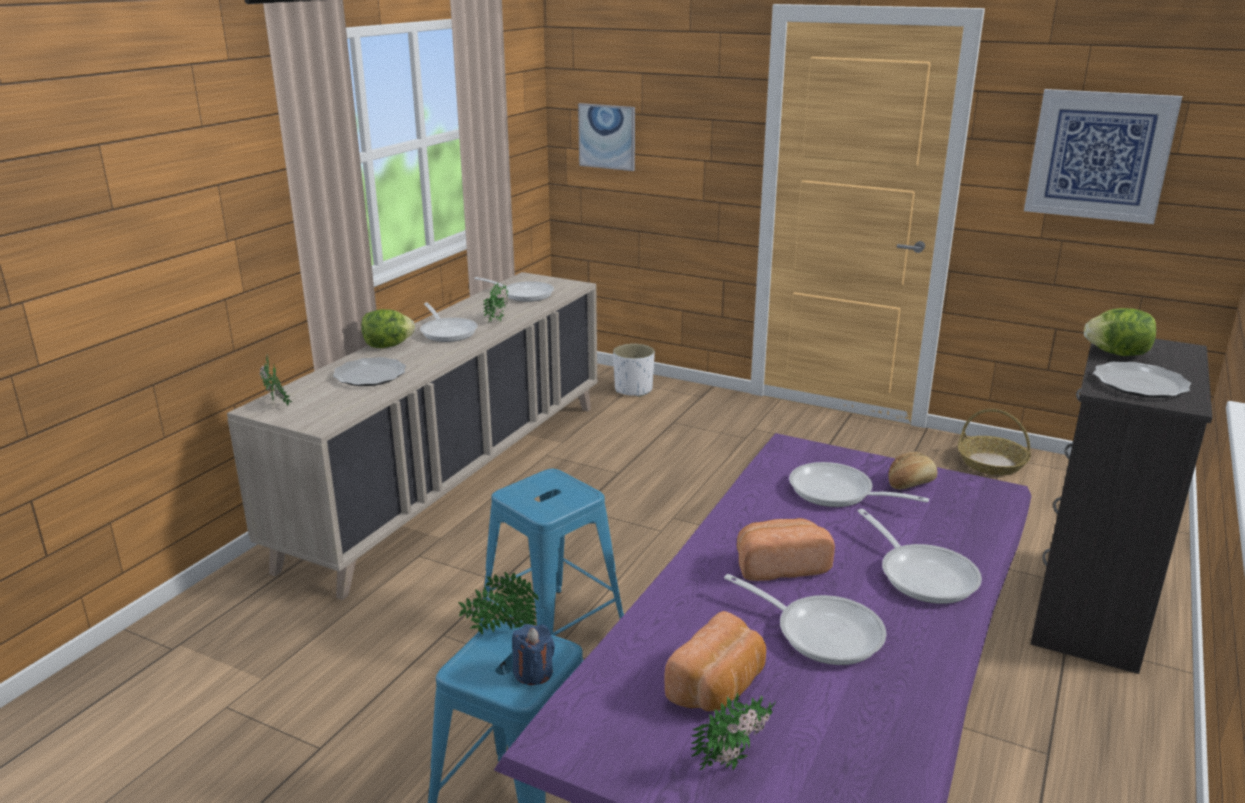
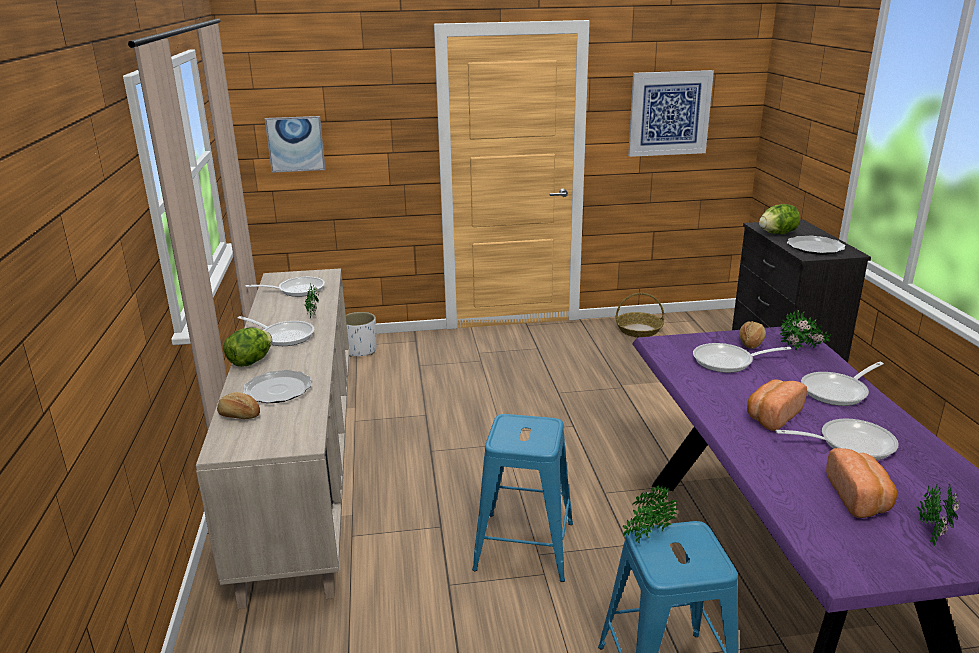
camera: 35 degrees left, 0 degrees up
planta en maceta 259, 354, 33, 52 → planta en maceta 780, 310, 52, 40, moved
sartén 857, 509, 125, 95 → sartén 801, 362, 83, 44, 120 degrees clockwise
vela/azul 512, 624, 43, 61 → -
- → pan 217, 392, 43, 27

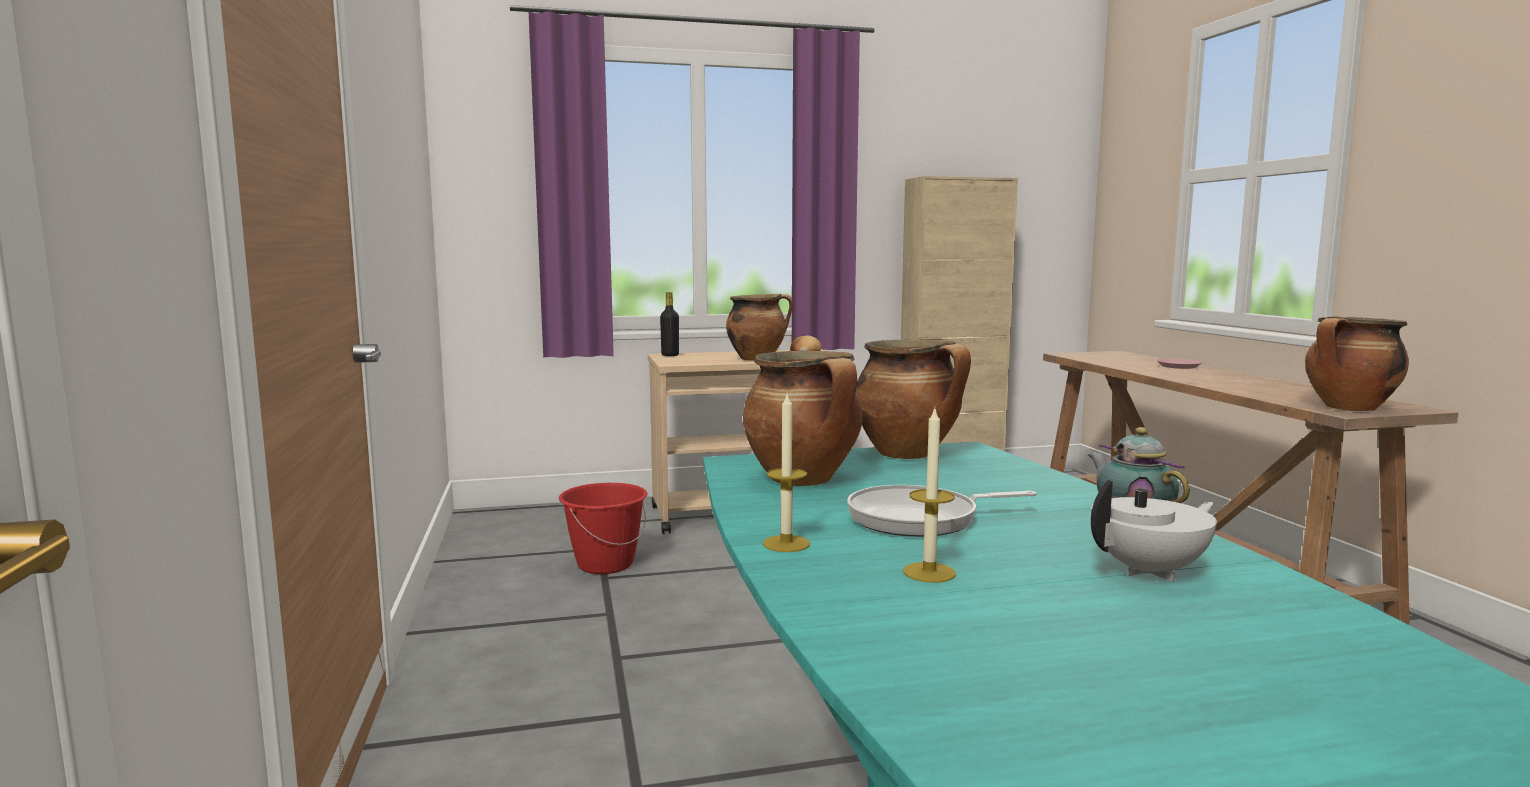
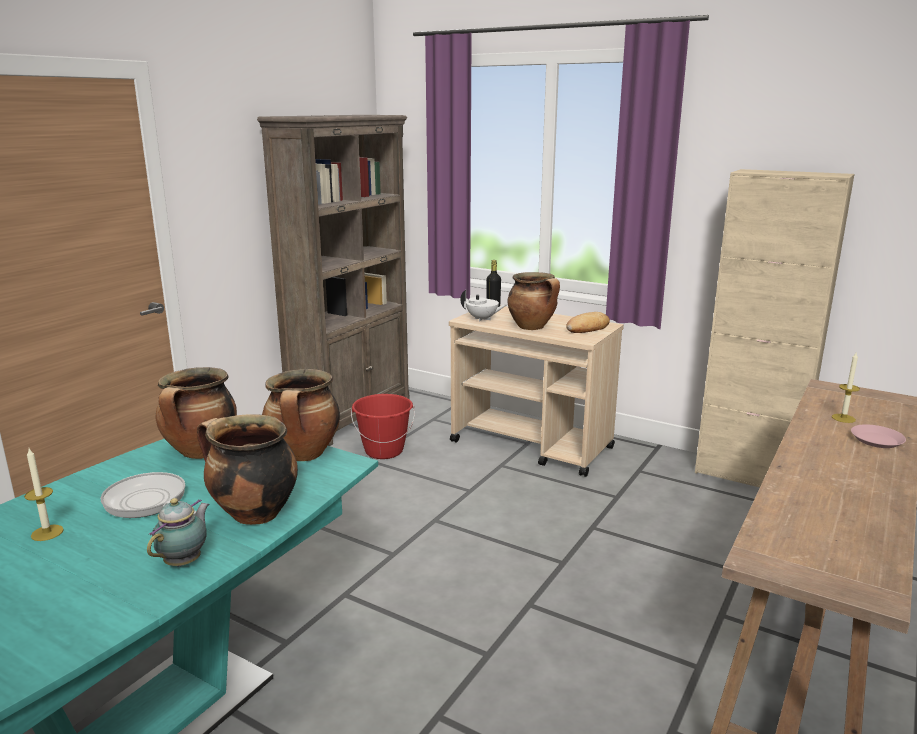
camera: 45 degrees right, 10 degrees up
olla 1305, 316, 104, 95 → olla 197, 414, 101, 111, moved
vela 763, 392, 47, 160 → vela 832, 353, 28, 70, moved
tetera/blanco 1091, 480, 126, 102 → tetera/blanco 460, 290, 47, 32, moved
- → estantería/marrón 257, 115, 152, 331

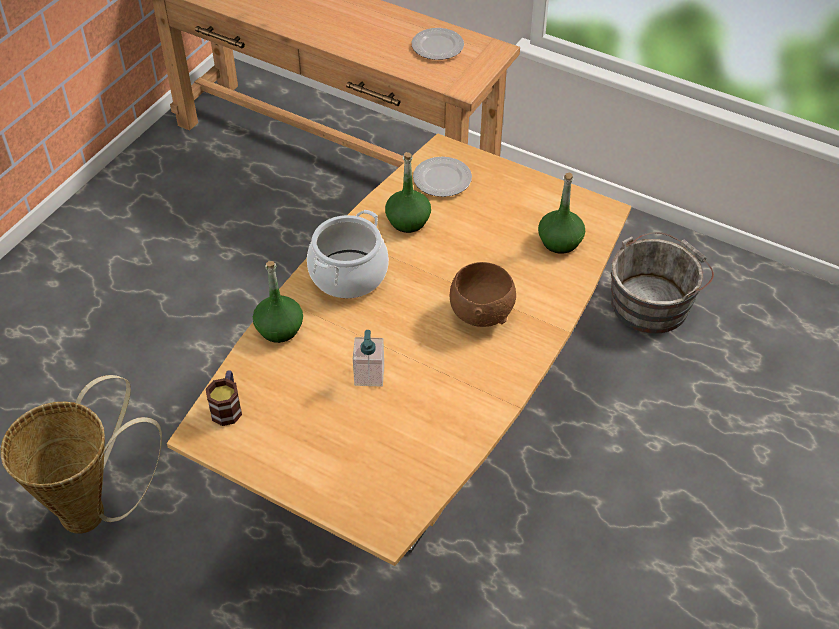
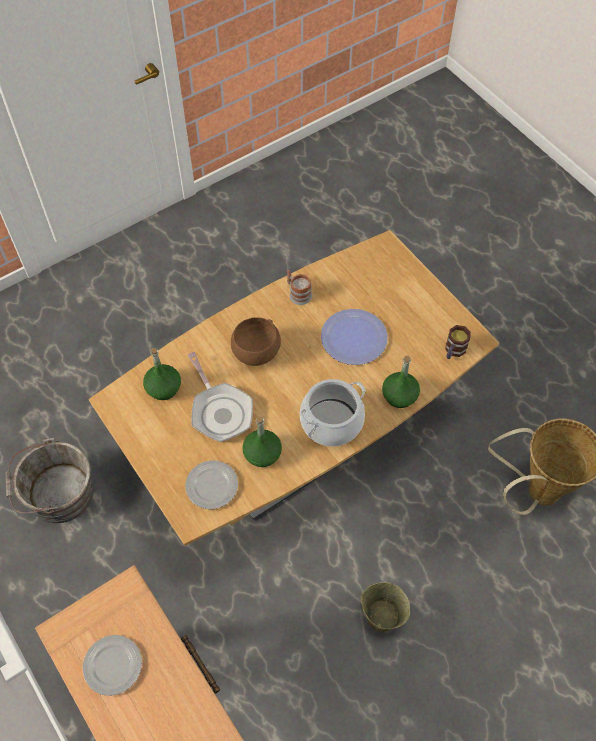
camera: 155 degrees left, 10 degrees up
dispensador de jabón 353, 330, 31, 57 → plato 321, 309, 67, 56
- → taza grande 287, 270, 25, 35
- → sartén 187, 352, 66, 90
- → cubo/beis 361, 582, 49, 50

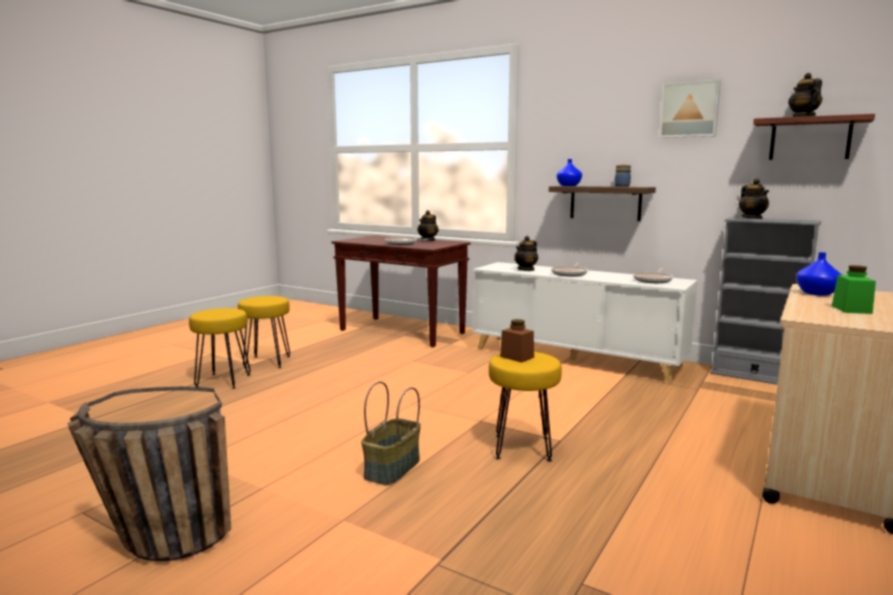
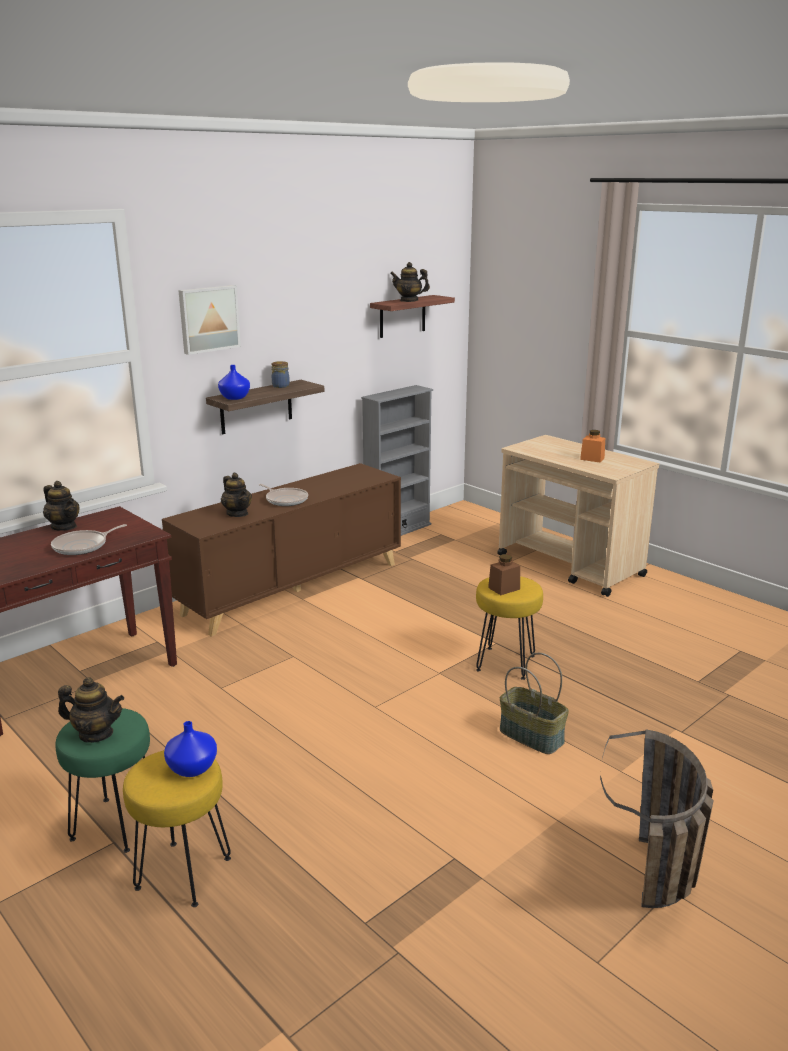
camera: 75 degrees left, 10 degrees up
cuadro 659, 79, 62, 59 → cuadro 178, 285, 63, 70, moved
tetera 739, 179, 30, 40 → tetera 58, 677, 66, 66, moved
florero/azul 796, 252, 46, 44 → florero/azul 164, 721, 53, 56, moved
armario/blanco 472, 262, 226, 122 → armario/marrón 162, 463, 239, 174
tarro/verde 832, 265, 44, 49 → tarro/naranja 580, 430, 25, 32
sartén 633, 268, 40, 15 → -
taburete/amarillo 238, 296, 52, 72 → taburete/verde 55, 708, 95, 145

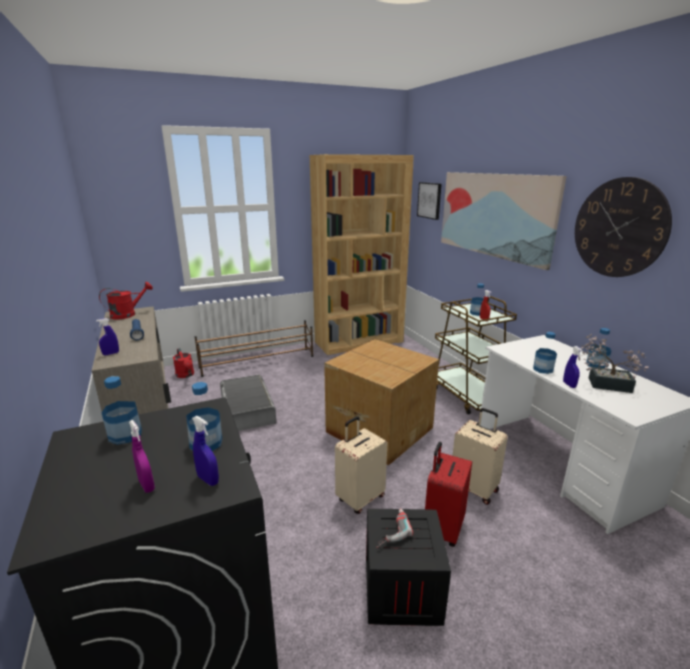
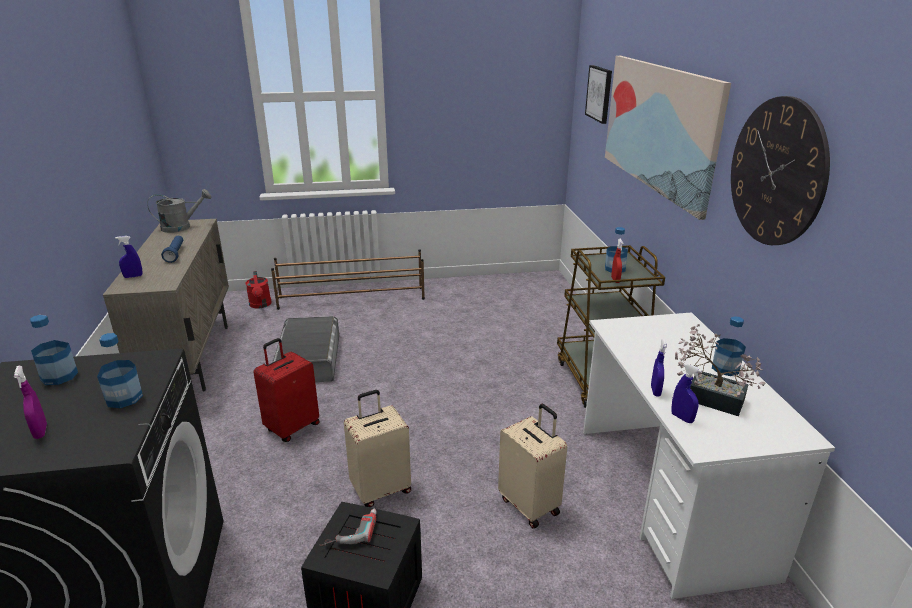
camera: 15 degrees right, 5 degrees up
estantería/marrón 309, 154, 105, 201 → -
regadera/rojo 99, 282, 54, 37 → regadera/gris 147, 189, 65, 44
botella 533, 332, 24, 42 → -
caja de cartón 324, 339, 115, 127 → -
pulverizador/azul 192, 416, 27, 70 → pulverizador/azul 671, 364, 31, 59, moved
maleta/rojo 425, 442, 47, 105 → maleta/rojo 253, 338, 67, 104, moved

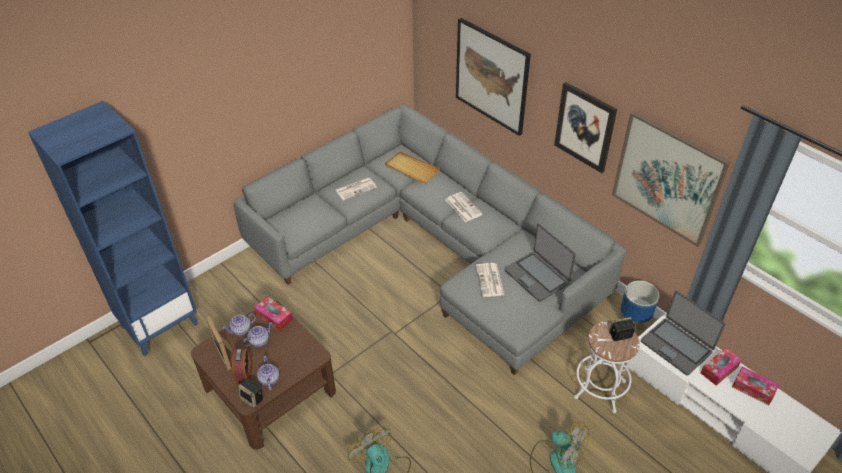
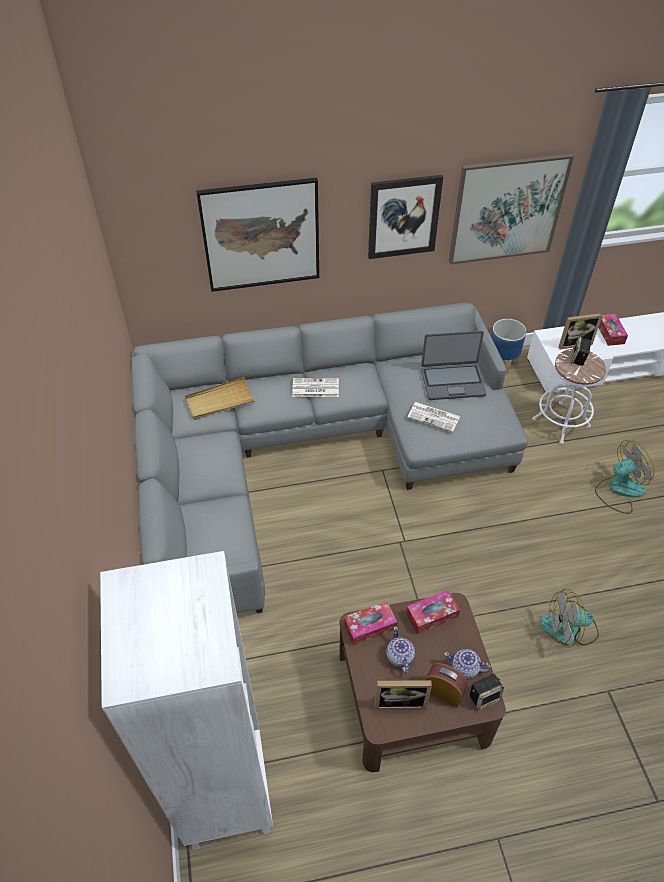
camera: 60 degrees left, 5 degrees up
estantería/azul 28, 101, 170, 255 → estantería/blanco 100, 551, 173, 299
periódico 336, 178, 41, 22 → -
portátil 641, 291, 84, 85 → portarretratos 559, 313, 44, 36
tetera 222, 313, 34, 23 → -
caja de pañuelos 732, 367, 47, 38 → caja de pañuelos 406, 590, 54, 44, moved

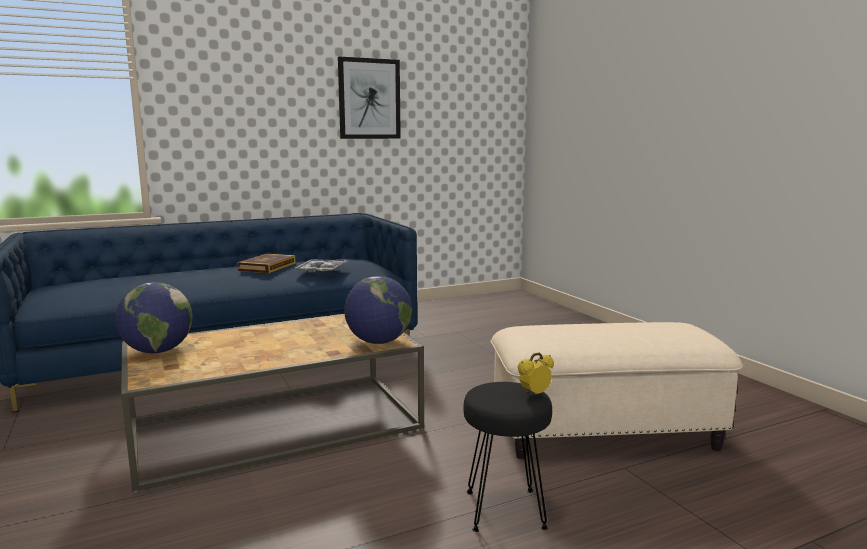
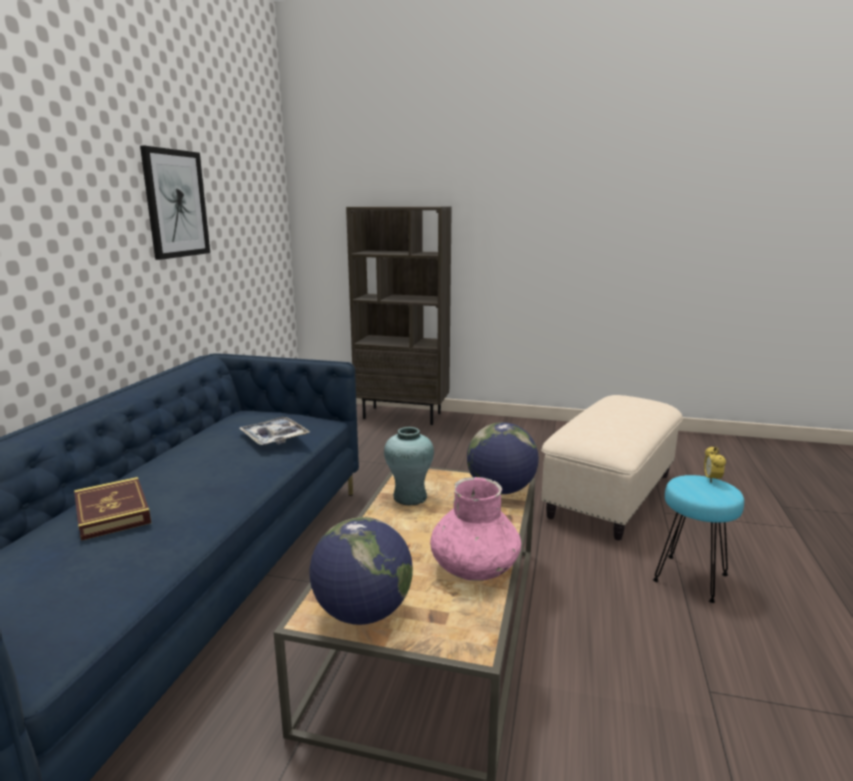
camera: 50 degrees left, 5 degrees up
libro 237, 254, 59, 19 → libro 74, 477, 77, 64, moved
taburete/negro 463, 382, 89, 150 → taburete/turquesa 653, 475, 91, 128
- → estantería/marrón 346, 206, 106, 219
- → florero/turquesa 384, 427, 50, 78
- → florero/rosa 430, 477, 91, 104

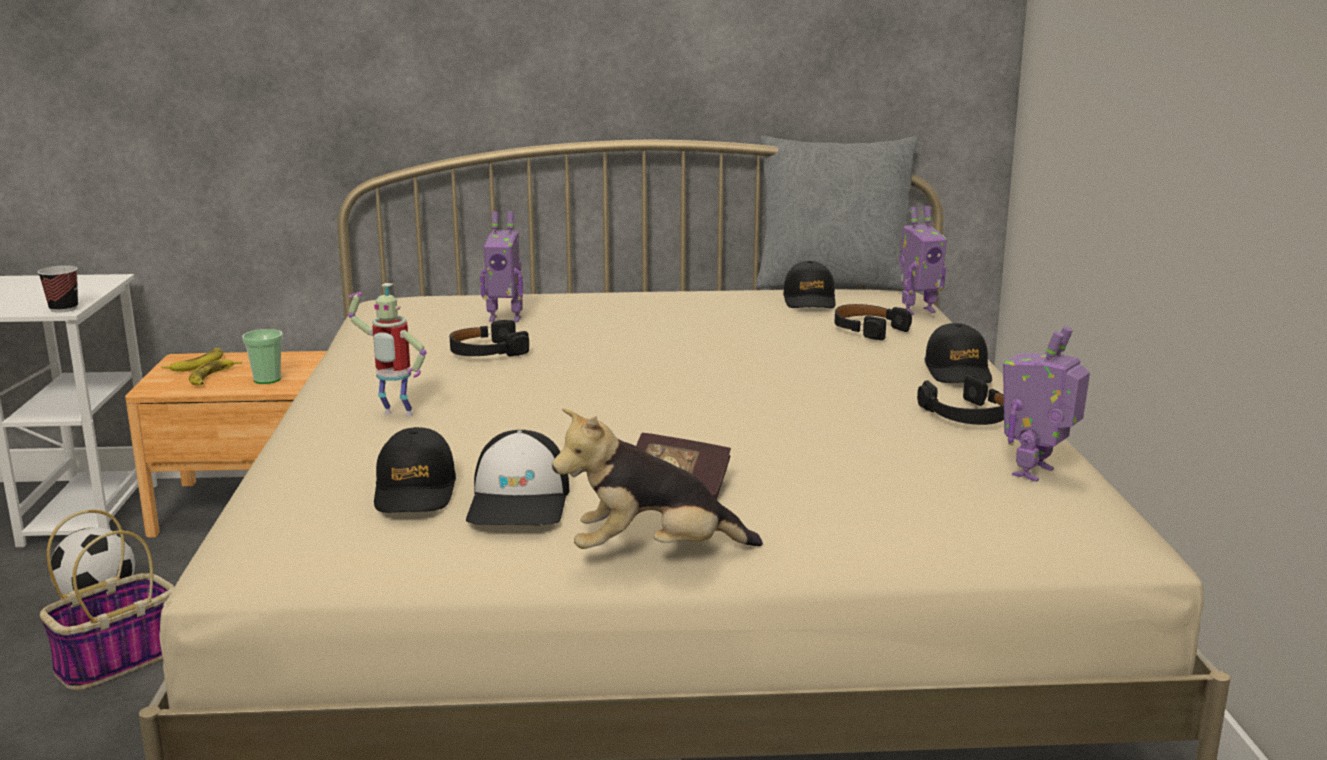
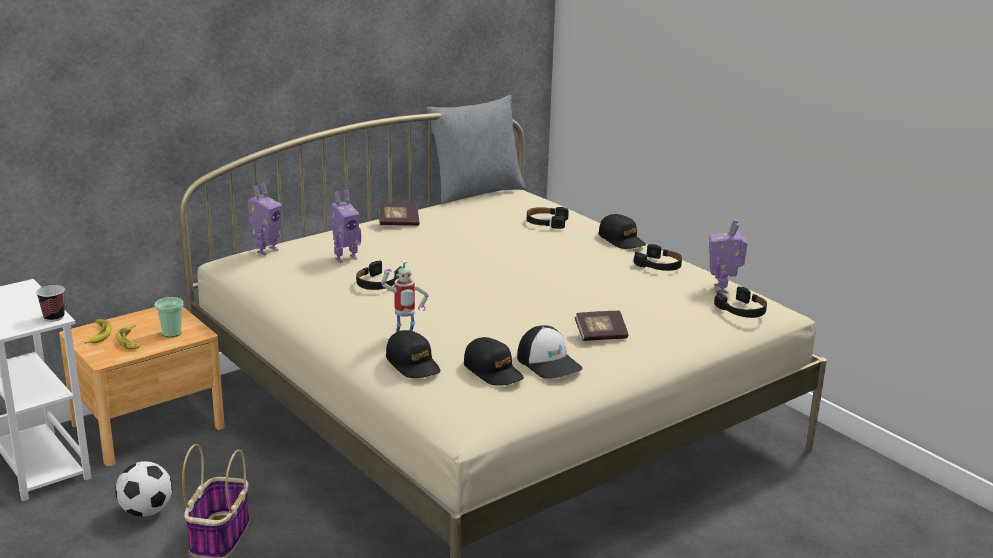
camera: 35 degrees left, 5 degrees up
robot de juguete 899, 206, 48, 109 → robot de juguete 248, 183, 34, 73, moved
gorra/negro 783, 261, 53, 47 → gorra/negro 386, 330, 54, 48, moved
peluche 552, 408, 211, 141 → -
- → libro 378, 203, 41, 23
- → auriculares/negro 714, 286, 53, 32

